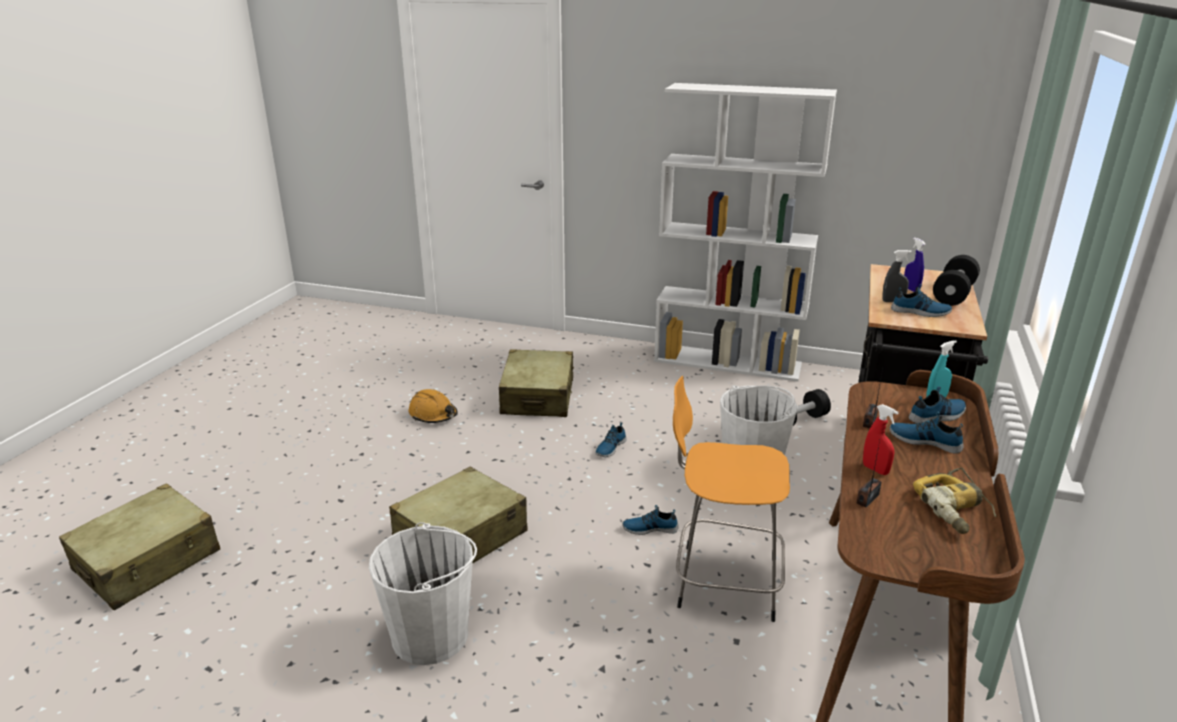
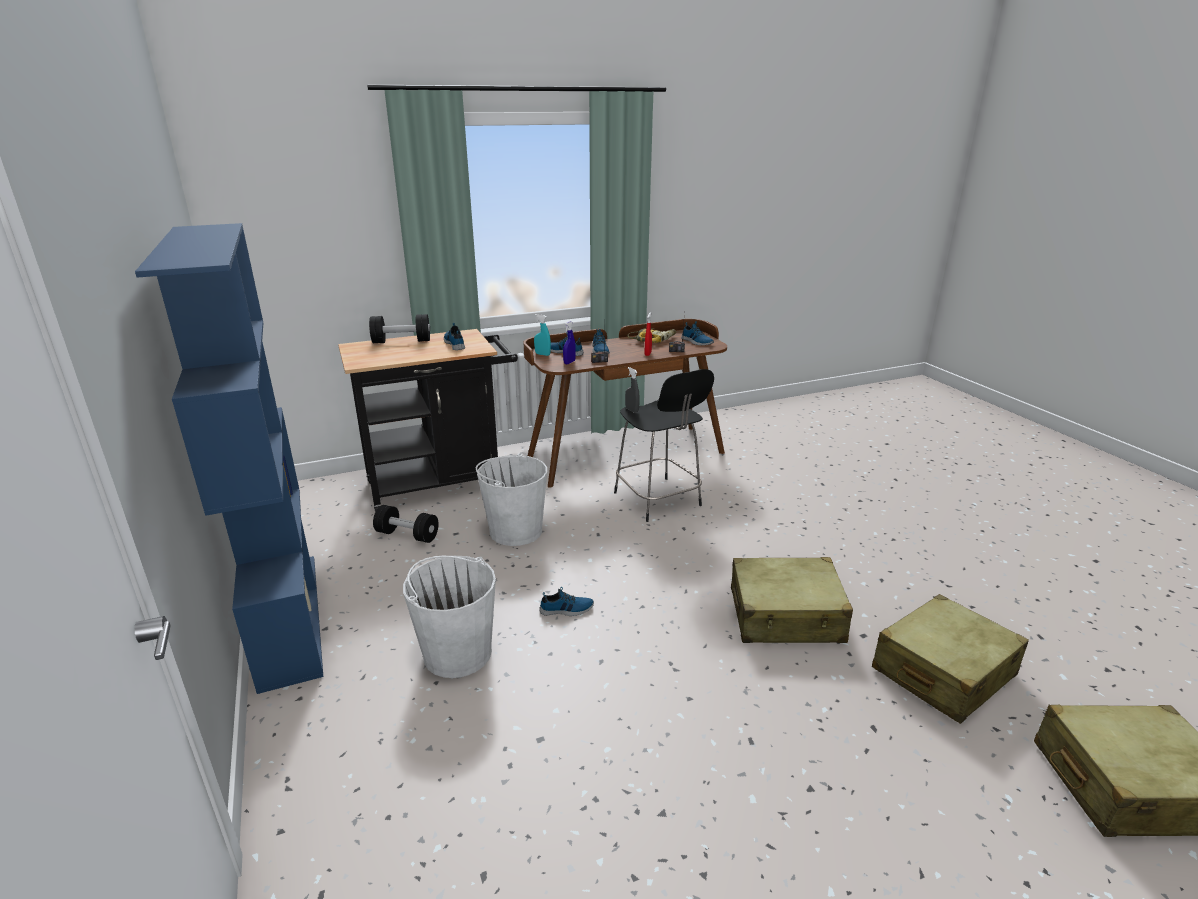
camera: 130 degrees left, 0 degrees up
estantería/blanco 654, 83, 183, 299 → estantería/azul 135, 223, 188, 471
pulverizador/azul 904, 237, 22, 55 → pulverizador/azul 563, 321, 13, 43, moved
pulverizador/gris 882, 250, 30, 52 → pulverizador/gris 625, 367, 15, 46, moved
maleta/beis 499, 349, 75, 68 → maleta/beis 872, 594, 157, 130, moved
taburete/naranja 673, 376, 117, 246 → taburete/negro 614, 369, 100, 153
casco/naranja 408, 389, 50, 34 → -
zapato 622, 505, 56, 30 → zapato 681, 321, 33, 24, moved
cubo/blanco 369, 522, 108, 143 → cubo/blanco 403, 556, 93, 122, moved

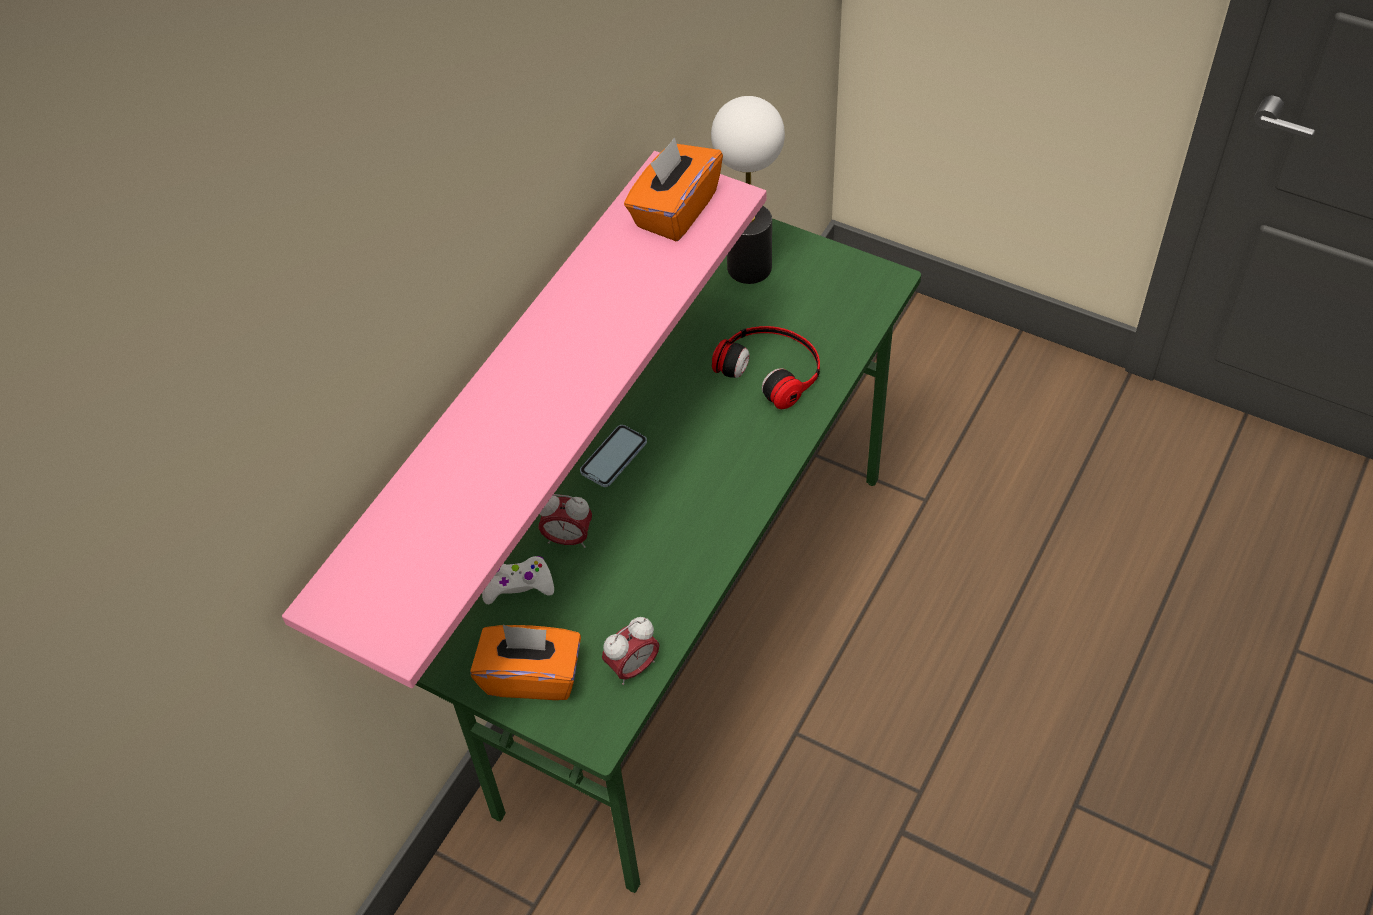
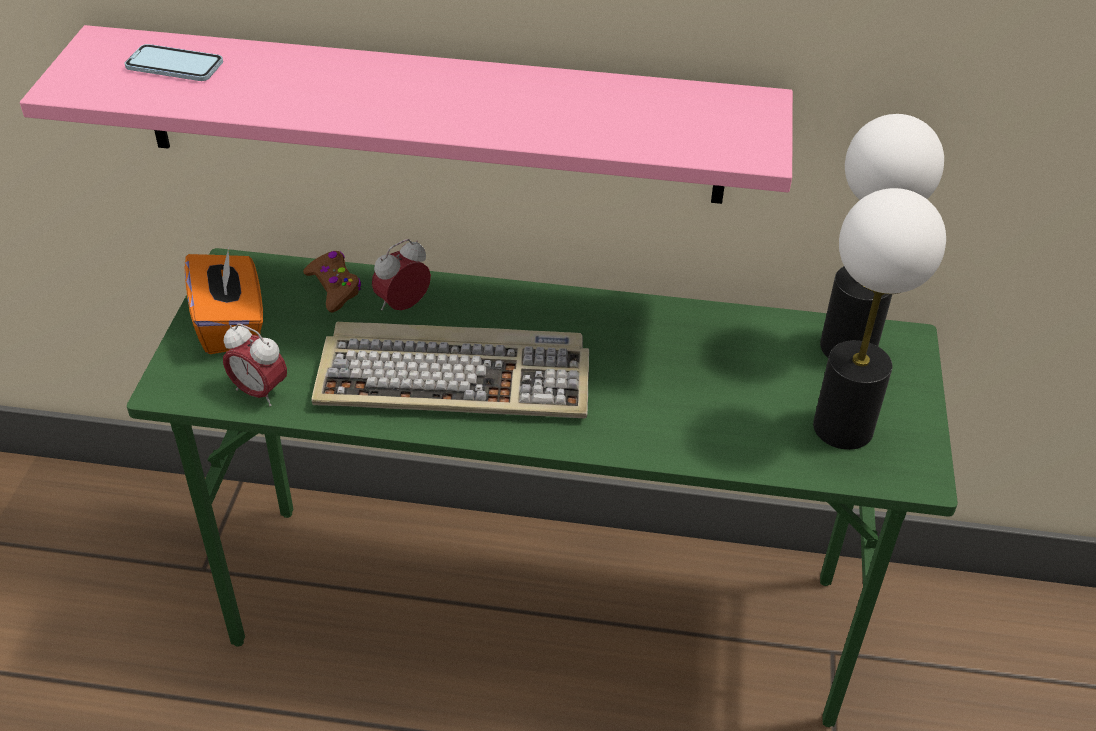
camera: 65 degrees right, 10 degrees down
caja de pañuelos/naranja 624, 137, 99, 104 → -
auriculares 712, 326, 108, 83 → -
móvil 580, 425, 67, 62 → móvil 125, 44, 98, 37, moved
despertador 538, 494, 54, 54 → despertador 372, 239, 59, 71, 60 degrees clockwise
mando de consola/blanco 482, 556, 72, 48 → mando de consola/marrón 303, 251, 58, 61
- → lámpara de mesa 813, 188, 133, 262
- → teclado 312, 322, 277, 97

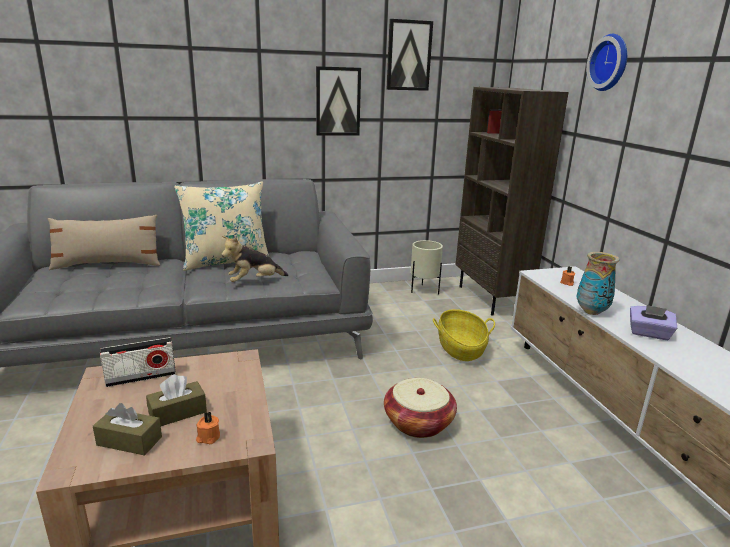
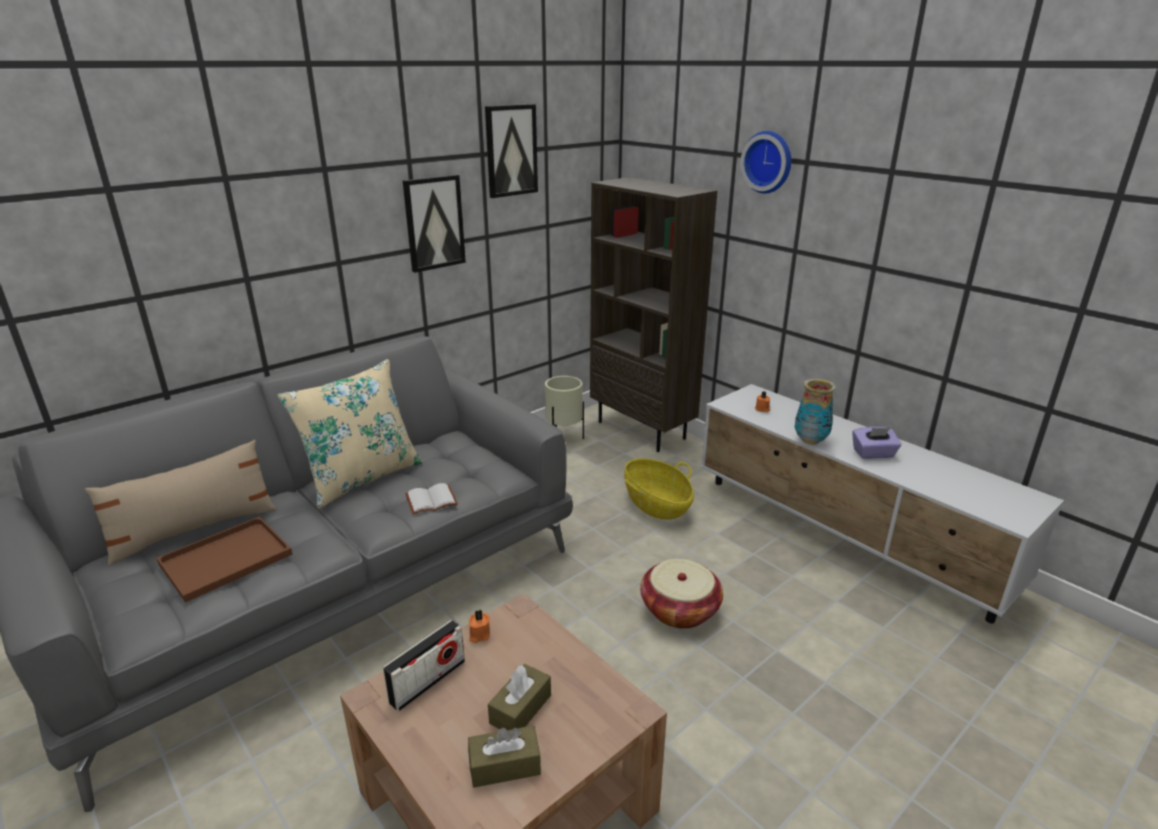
camera: 25 degrees left, 5 degrees up
peluche 221, 236, 67, 46 → libro/blanco 405, 483, 53, 31
vela/naranja 196, 411, 24, 33 → vela/naranja 469, 610, 21, 33, moved
- → bandeja/marrón 157, 516, 136, 87

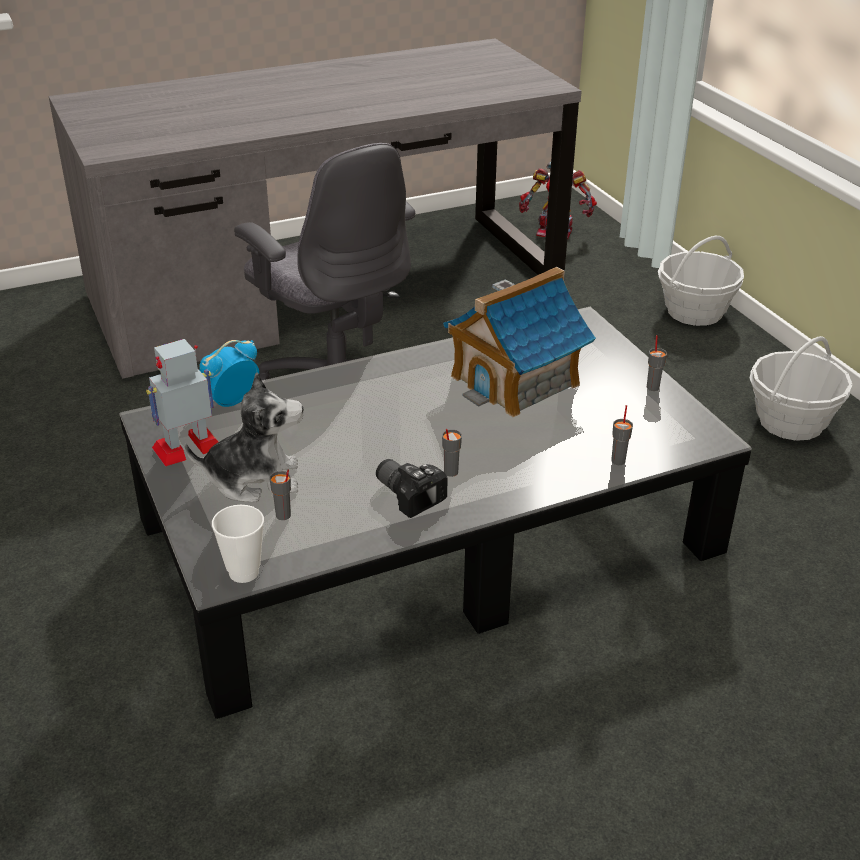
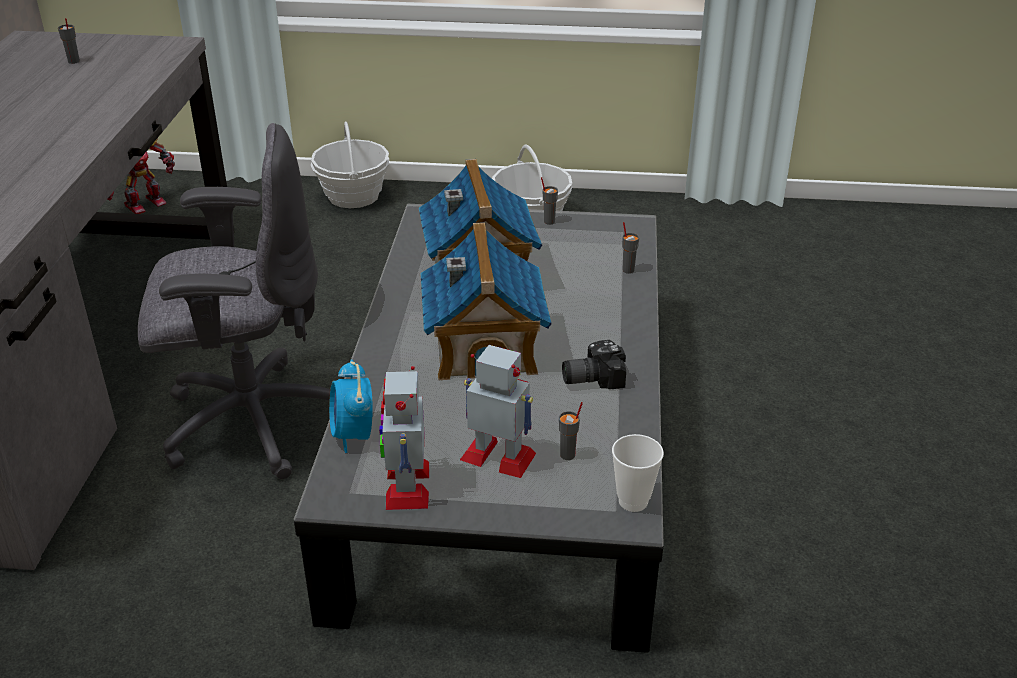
camera: 60 degrees left, 0 degrees up
peluche 185, 372, 118, 131 → robot de juguete 460, 345, 76, 133
taza/gris 442, 429, 20, 48 → taza/gris 58, 18, 22, 46, moved
- → casita 421, 222, 131, 158

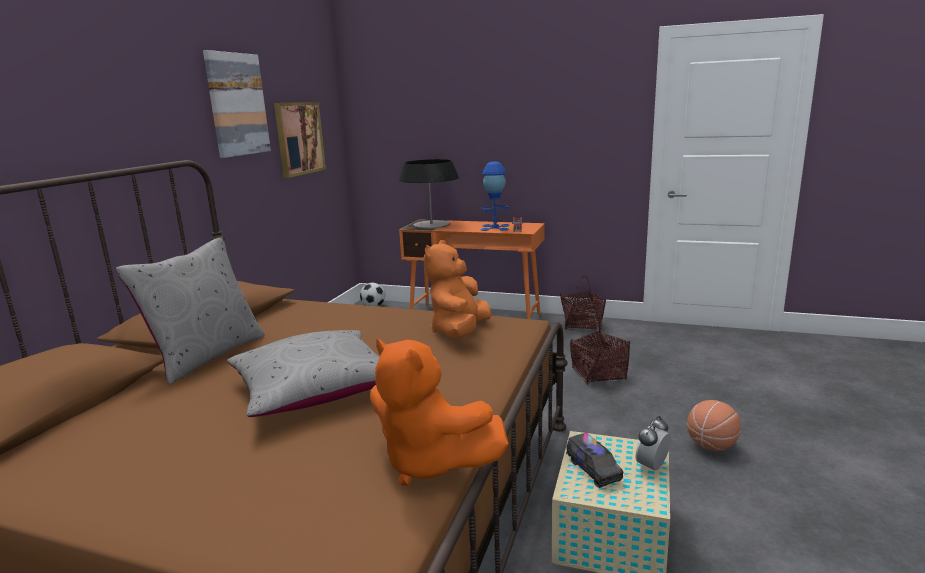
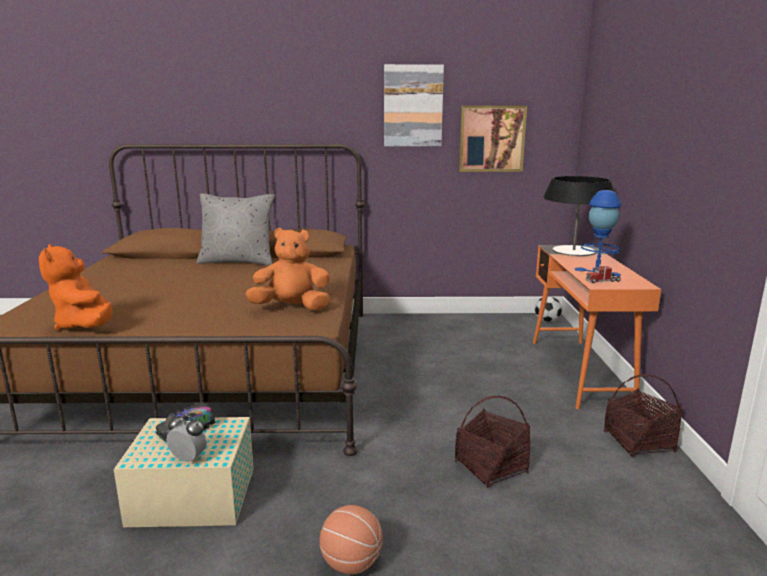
camera: 70 degrees right, 0 degrees up
cojín/gris 227, 330, 153, 87 → -
peluche/naranja 370, 339, 139, 147 → peluche/naranja 39, 244, 73, 87, 45 degrees counterclockwise

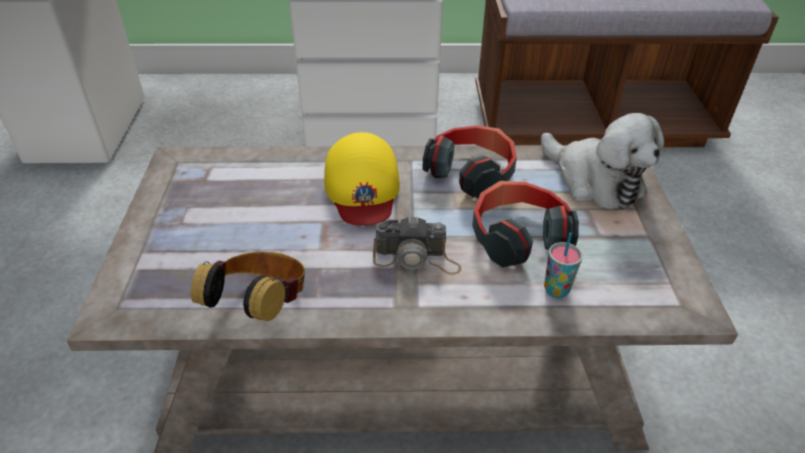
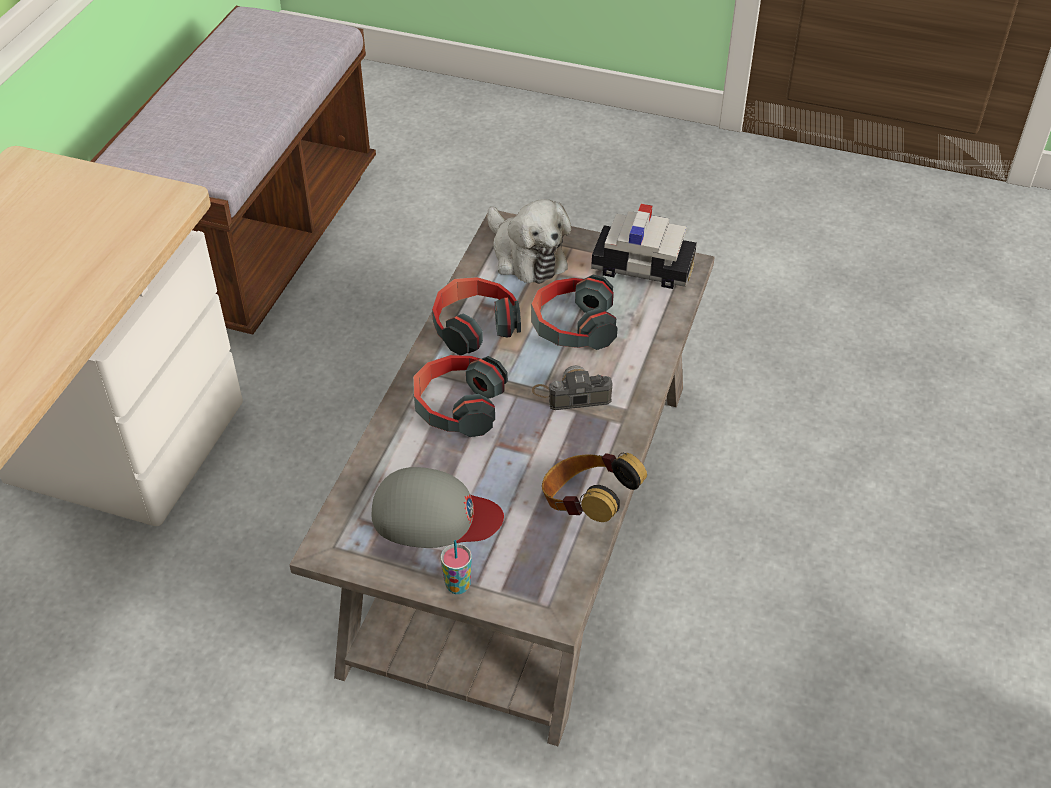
camera: 70 degrees left, 5 degrees up
peluche 541, 113, 123, 97 → peluche 487, 199, 84, 85, 75 degrees clockwise
gorra/amarillo 324, 132, 76, 94 → auriculares 413, 355, 95, 82
cámara 373, 216, 88, 59 → cámara 532, 365, 80, 45, 120 degrees counterclockwise
taza 544, 233, 38, 65 → taza 441, 540, 31, 54, moved
- → coche de juguete 591, 204, 106, 85
- → gorra/gris 371, 467, 133, 81

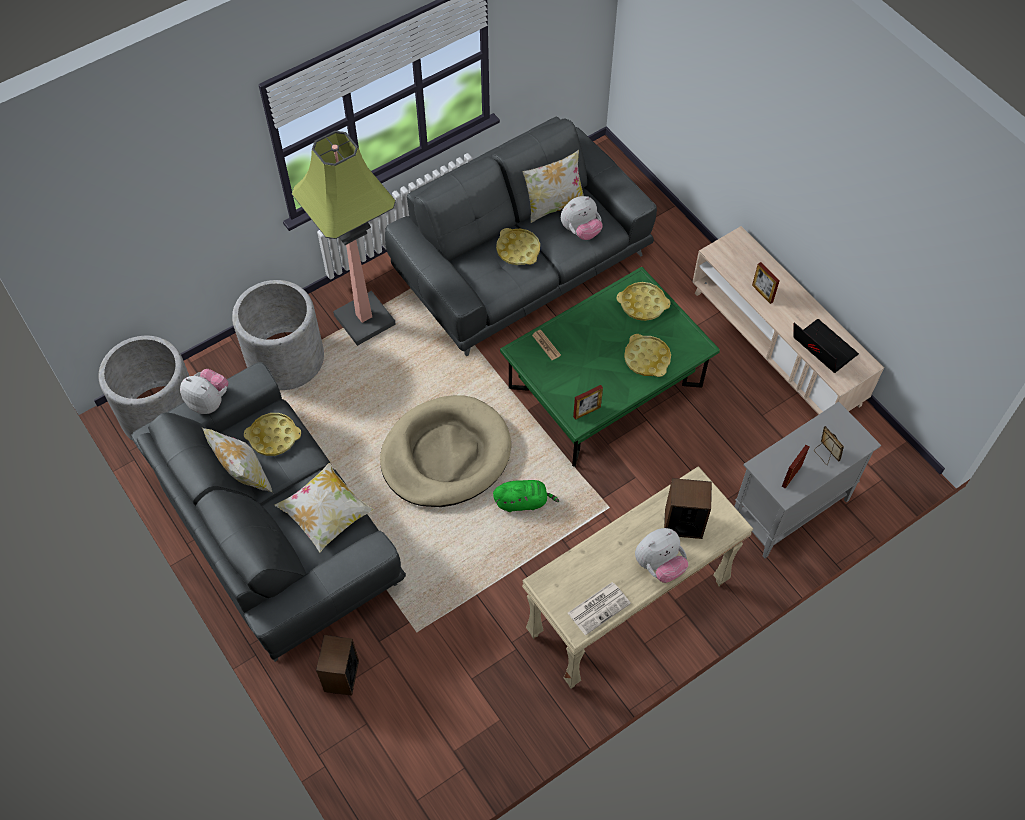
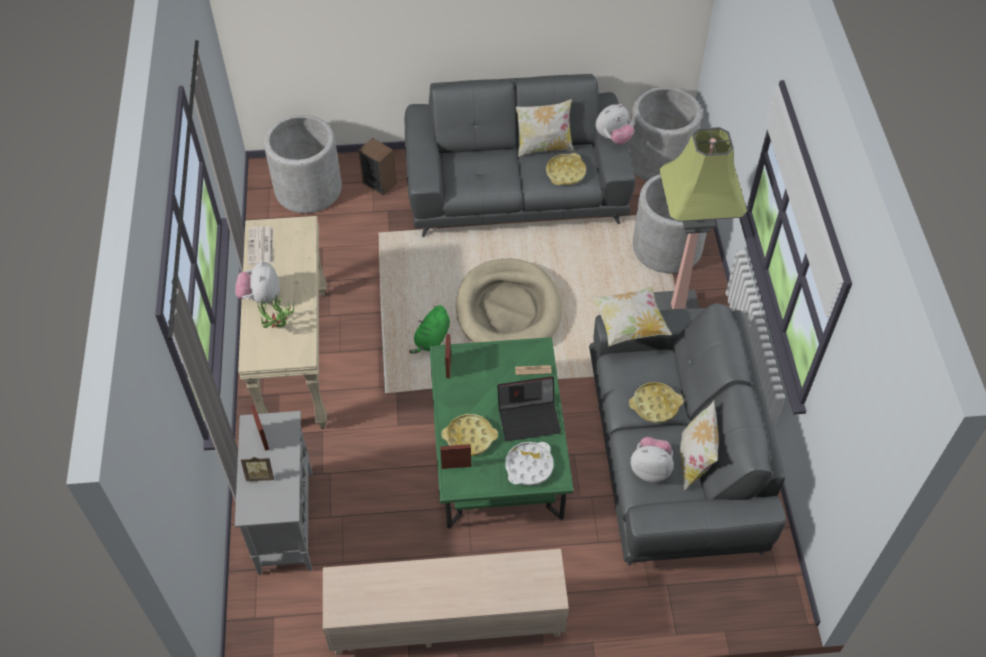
camera: 120 degrees right, 5 degrees down
peluche 561, 196, 42, 44 → peluche 631, 437, 43, 45, 105 degrees clockwise
portarretratos 752, 262, 27, 42 → portarretratos 440, 444, 31, 25, moved
bandeja/amarillo 617, 282, 53, 39 → bandeja/blanco 506, 442, 48, 44
portátil 793, 319, 66, 54 → portátil 497, 376, 64, 65, moved
cojín 274, 463, 101, 90 → cojín 592, 285, 80, 61, moved
altavoz 664, 478, 48, 61 → planta en maceta 258, 295, 37, 33
- → maceta/gris 264, 115, 78, 98

